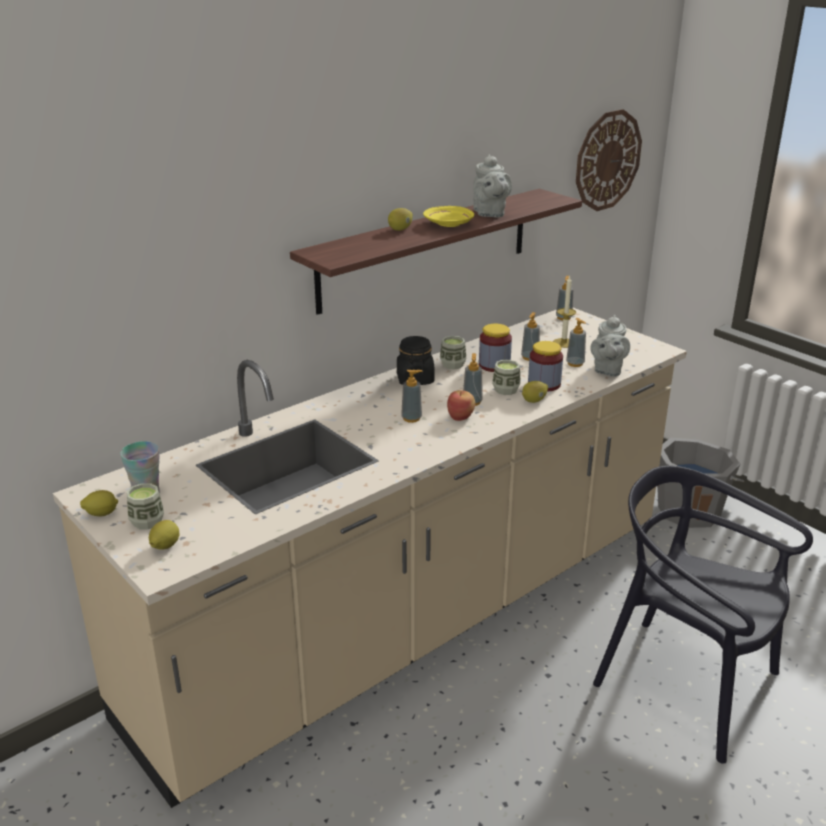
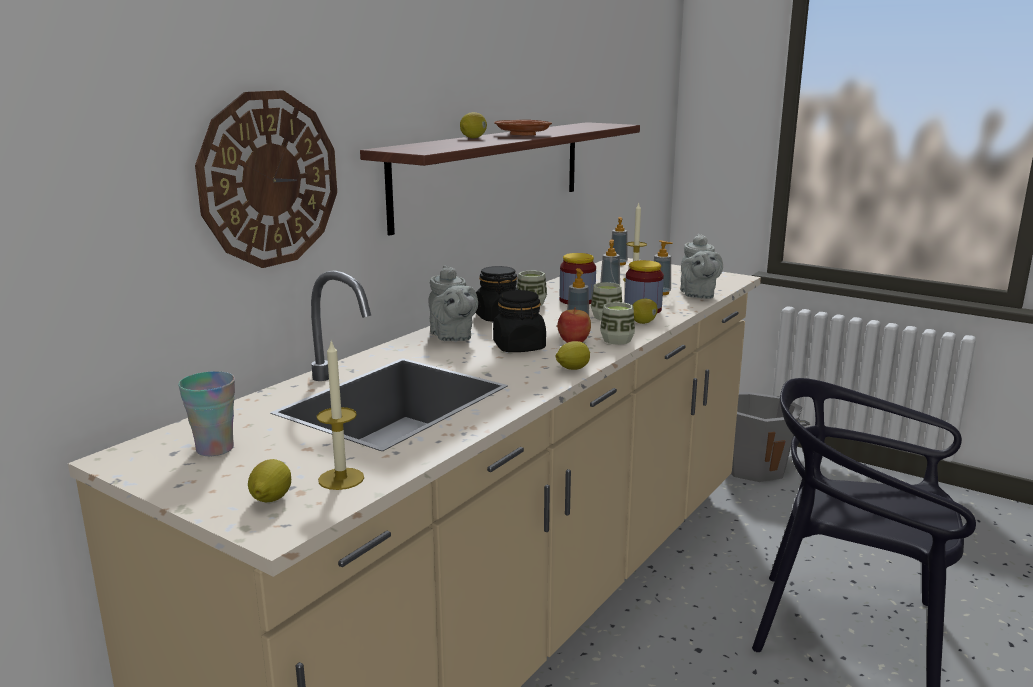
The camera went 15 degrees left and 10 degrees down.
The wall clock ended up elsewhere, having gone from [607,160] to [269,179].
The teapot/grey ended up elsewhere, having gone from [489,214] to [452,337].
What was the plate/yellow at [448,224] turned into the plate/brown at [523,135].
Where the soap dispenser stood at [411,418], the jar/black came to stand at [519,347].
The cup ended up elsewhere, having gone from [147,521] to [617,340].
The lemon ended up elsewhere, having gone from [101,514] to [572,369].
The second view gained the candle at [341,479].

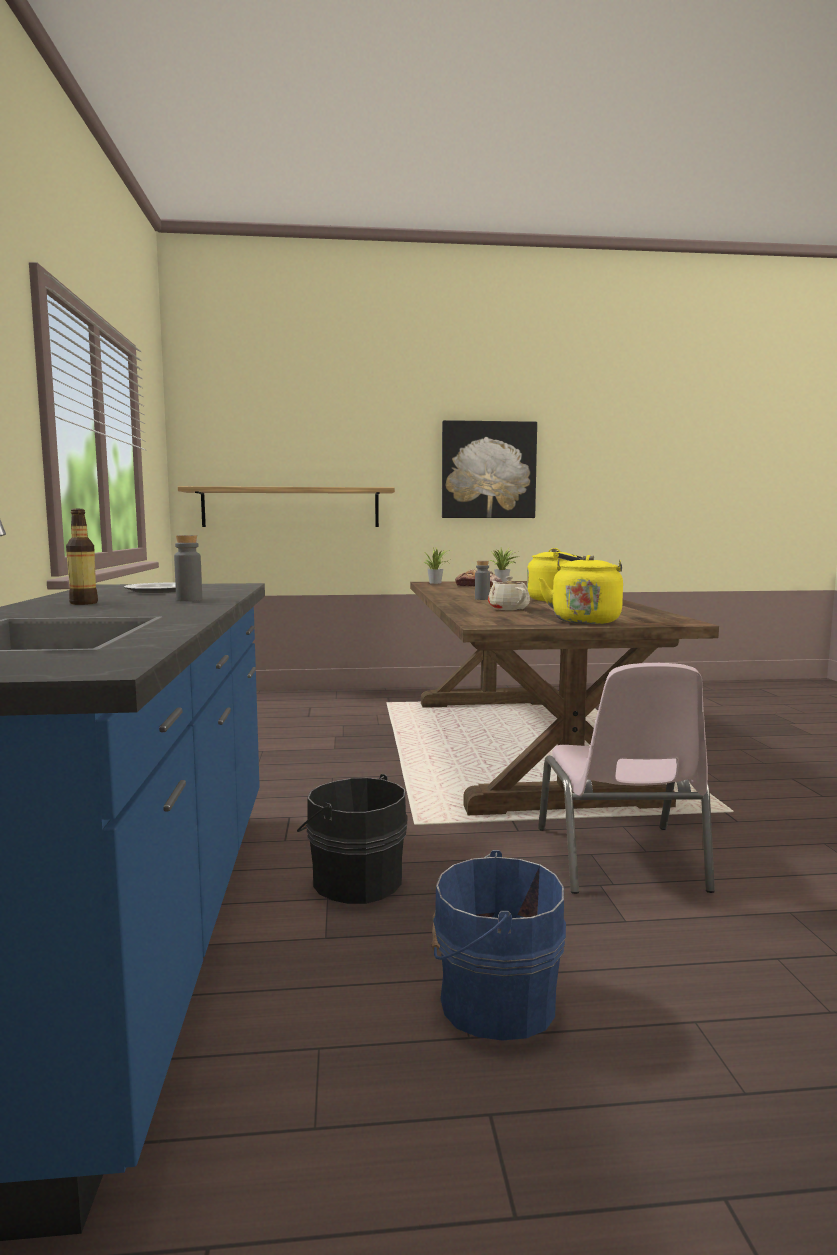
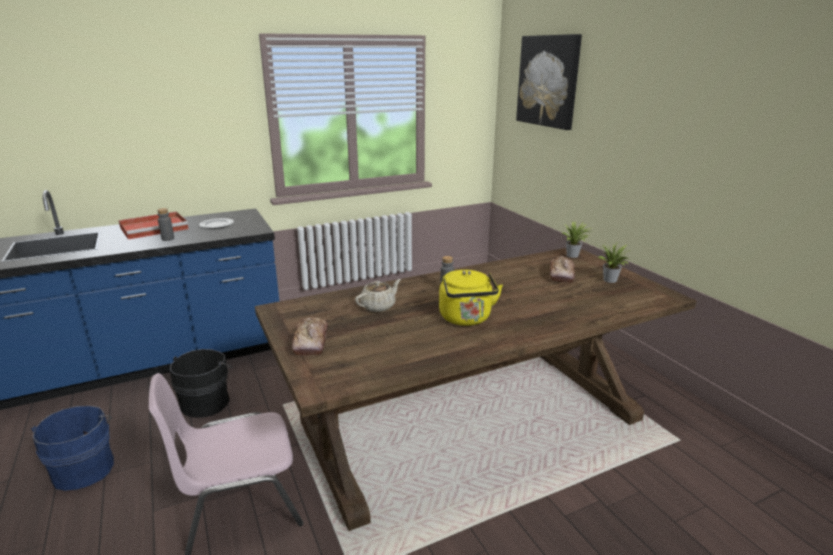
The camera went 70 degrees right and 15 degrees up.
The picture ended up elsewhere, having gone from [488,470] to [548,81].
The second view lost the shelf at [291,507].
Where the bottle stood at [84,603], the tray/red came to stand at [155,228].
Where the kettle/yellow stood at [585,620], the bread came to stand at [311,342].

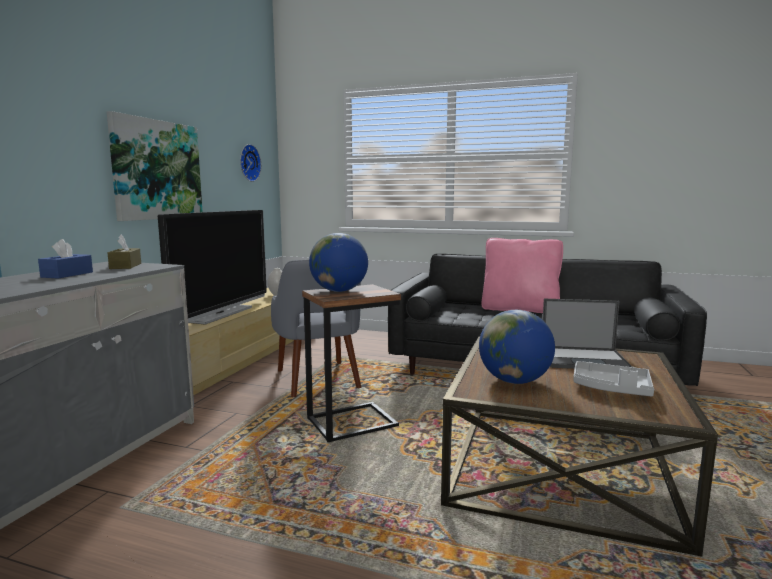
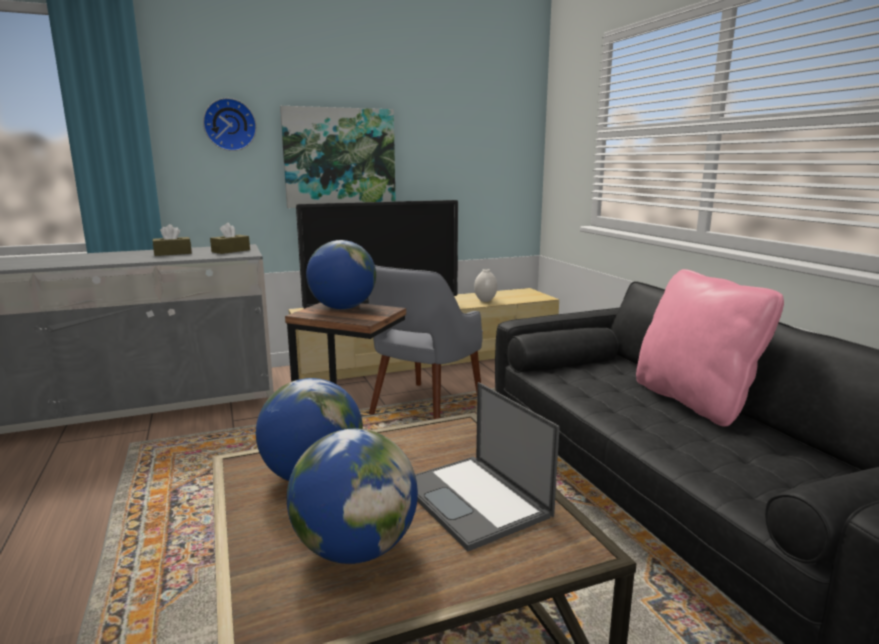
The camera went 50 degrees right and 5 degrees up.
The wall clock ended up elsewhere, having gone from [248,163] to [230,125].
What was the tissue box/blue at [67,274] turned into the tissue box/brown at [173,253].
Where the tray/grey stood at [611,388], the globe came to stand at [355,549].

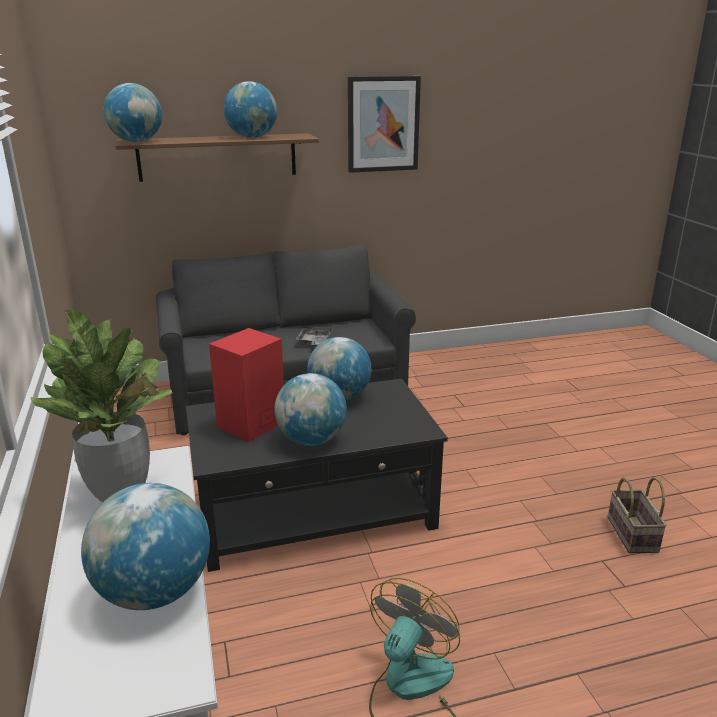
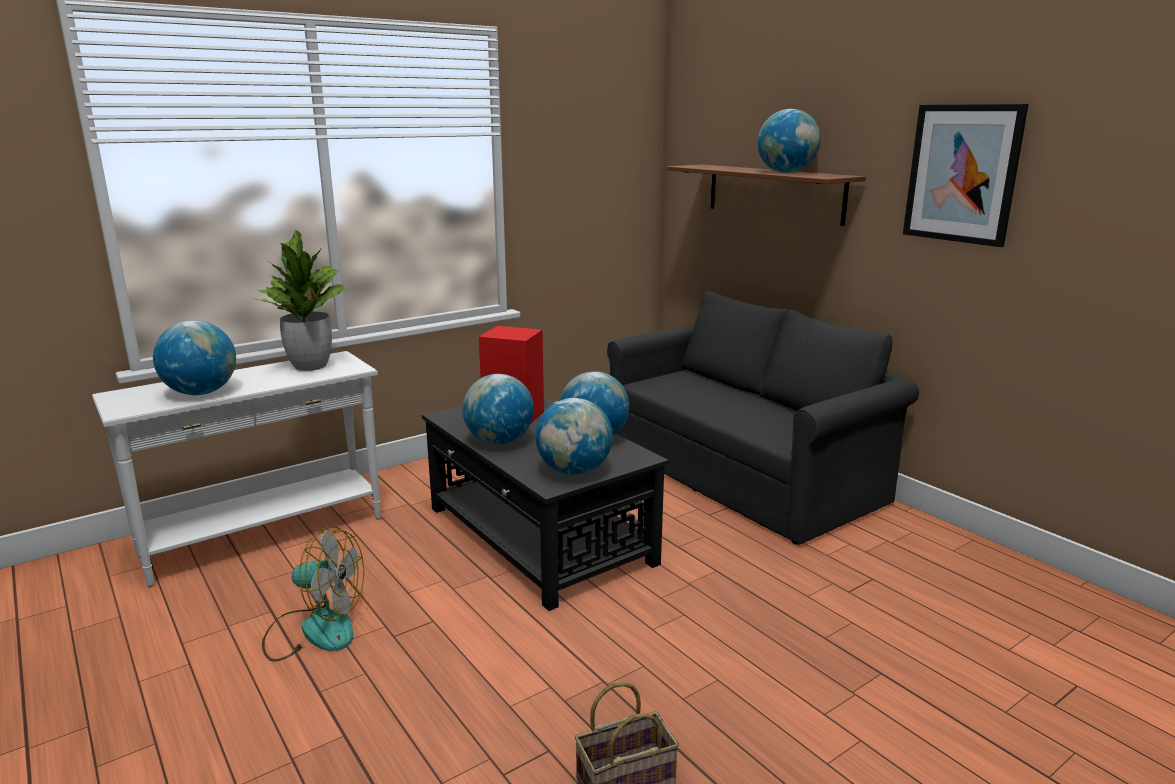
The camera went 70 degrees right and 5 degrees down.
The globe ended up elsewhere, having gone from [137,141] to [574,471].
The second view lost the tray/grey at [313,343].

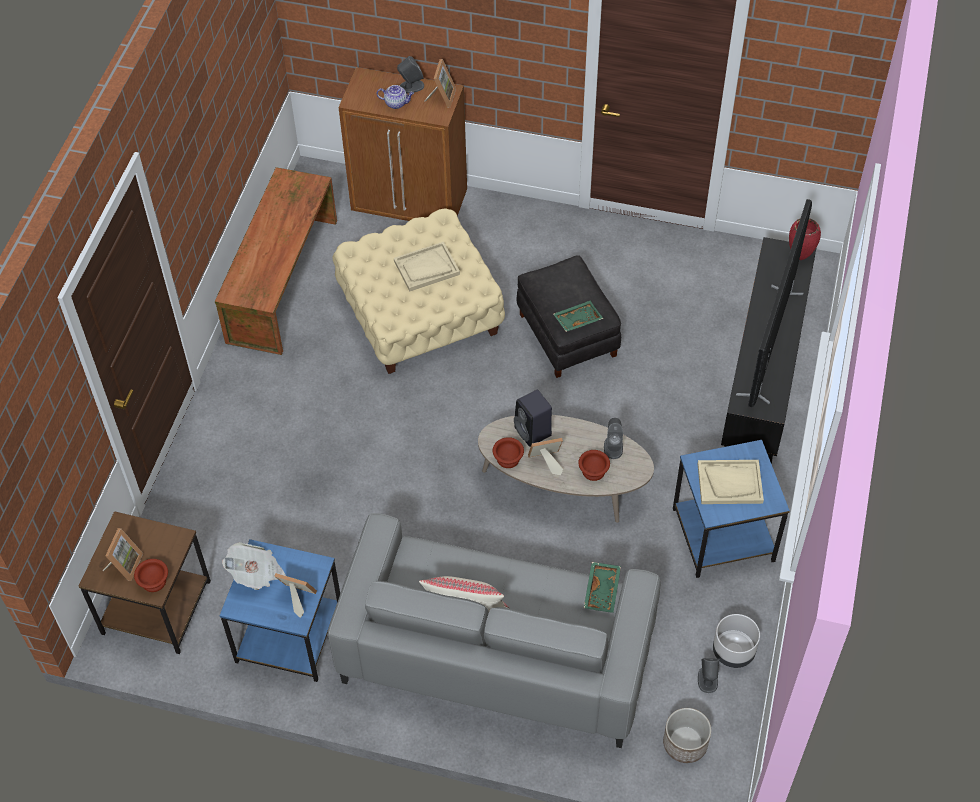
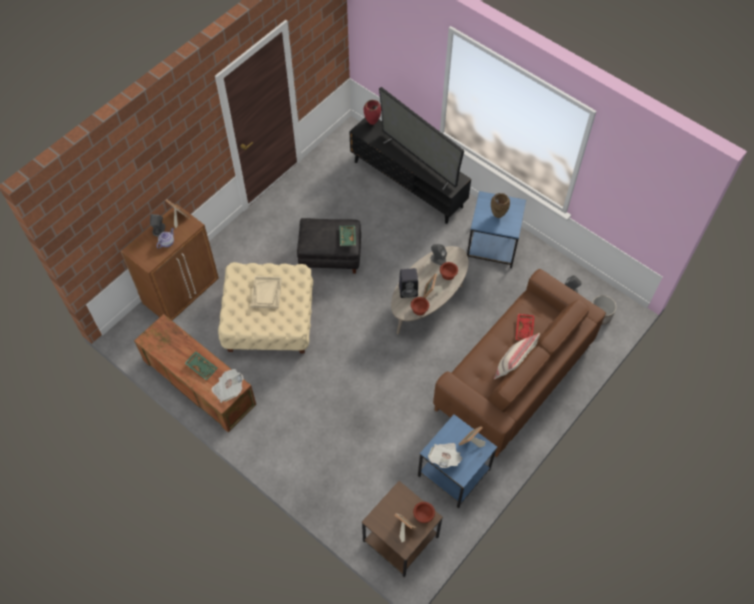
The camera went 65 degrees left and 5 degrees up.
Where the tray/beige stood at [730,483], the vase/brown came to stand at [498,215].
What was the sofa/grey at [495,656] turned into the sofa/brown at [514,376].
The tray/green ended up elsewhere, having gone from [603,591] to [202,367].
The second view lost the planter/grey at [733,651].
The second view gained the tray/red at [525,329].
The second view gained the newspaper at [228,389].

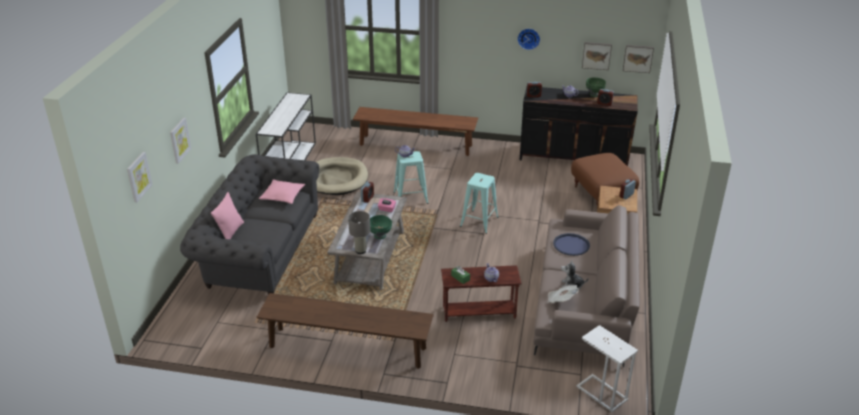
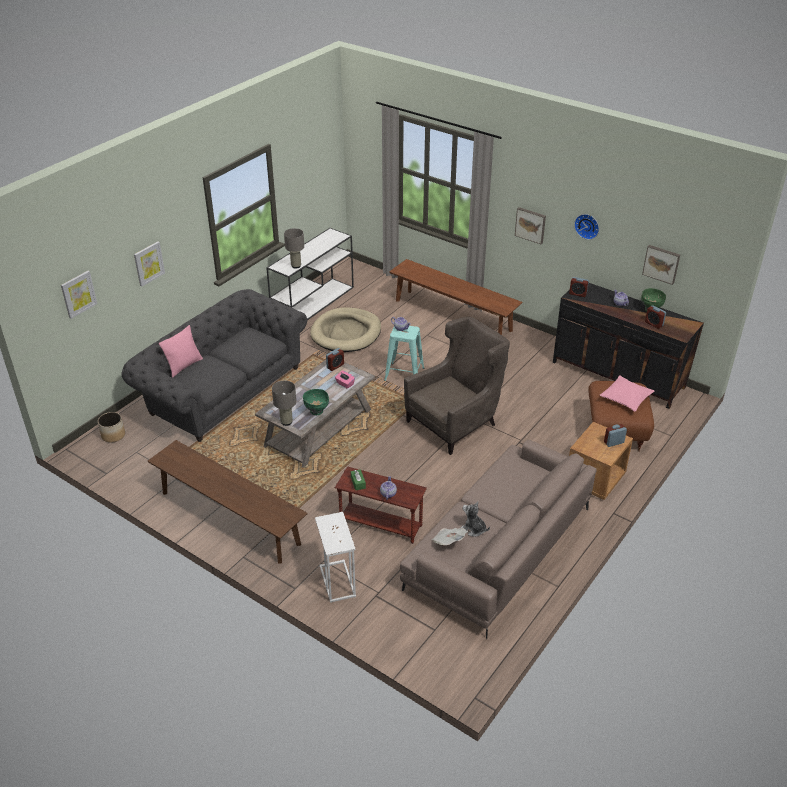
The camera went 25 degrees right and 5 degrees up.
The picture ended up elsewhere, having gone from [638,58] to [530,225].
Where the stool/turquoise stood at [479,222], the armchair/grey came to stand at [455,422].
The pillow/pink ended up elsewhere, having gone from [282,196] to [626,398].
The second view lost the tray/blue at [571,245].
The side table/white ended up elsewhere, having gone from [602,393] to [338,581].
The second view gained the table lamp/grey at [296,266].
The second view gained the planter at [113,435].

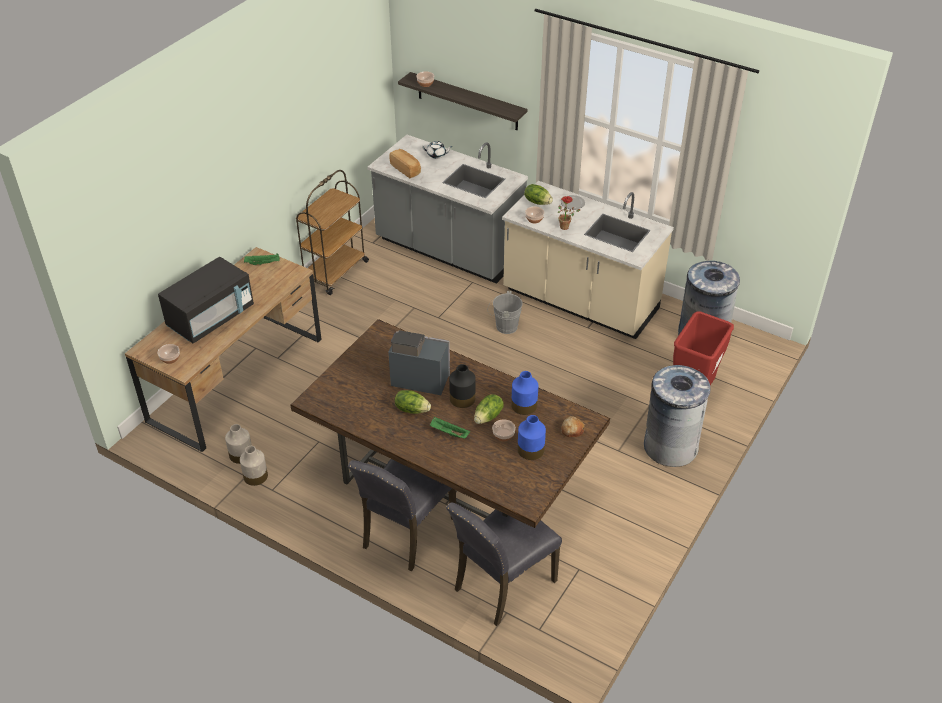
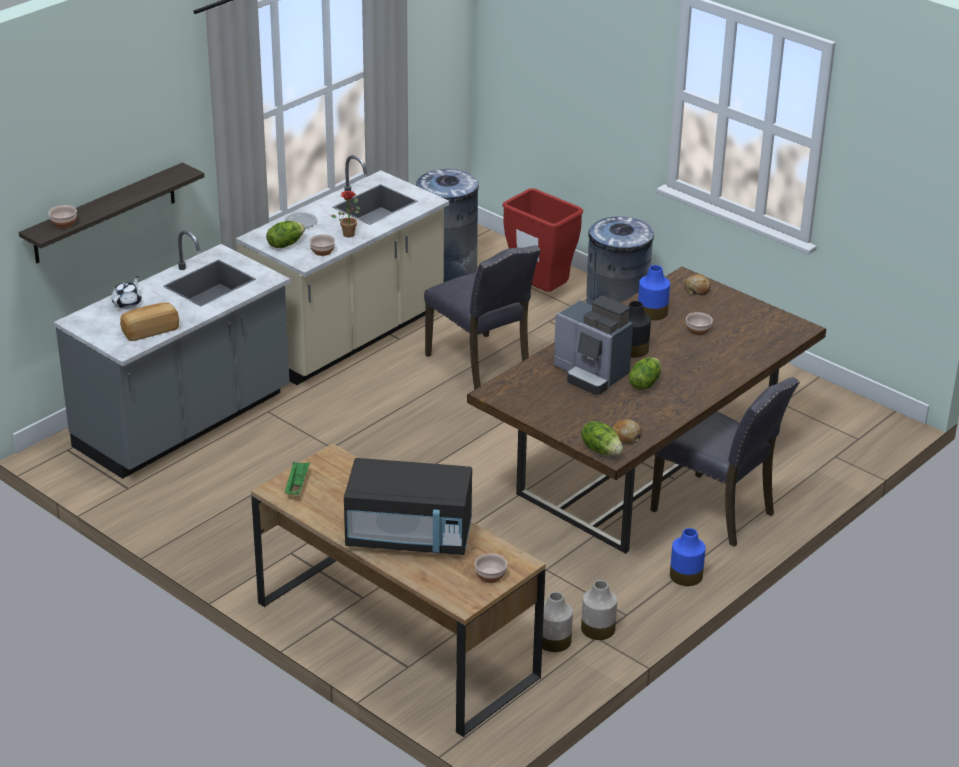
The camera went 80 degrees left and 10 degrees down.
The second view lost the cart/brown at [335,273].
The microwave/black at [211,318] ended up facing another way, 135 degrees clockwise from before.
The second view lost the bucket/grey at [504,326].
The coffee machine at [418,378] ended up facing another way, 75 degrees counterclockwise from before.
The lettuce ended up elsewhere, having gone from [488,416] to [601,450].
The vase/blue ended up elsewhere, having gone from [530,449] to [685,575].
The second view lost the tray/green at [448,433].
The chair/grey ended up elsewhere, having gone from [502,585] to [481,365].
The second view gained the bread at [626,437].

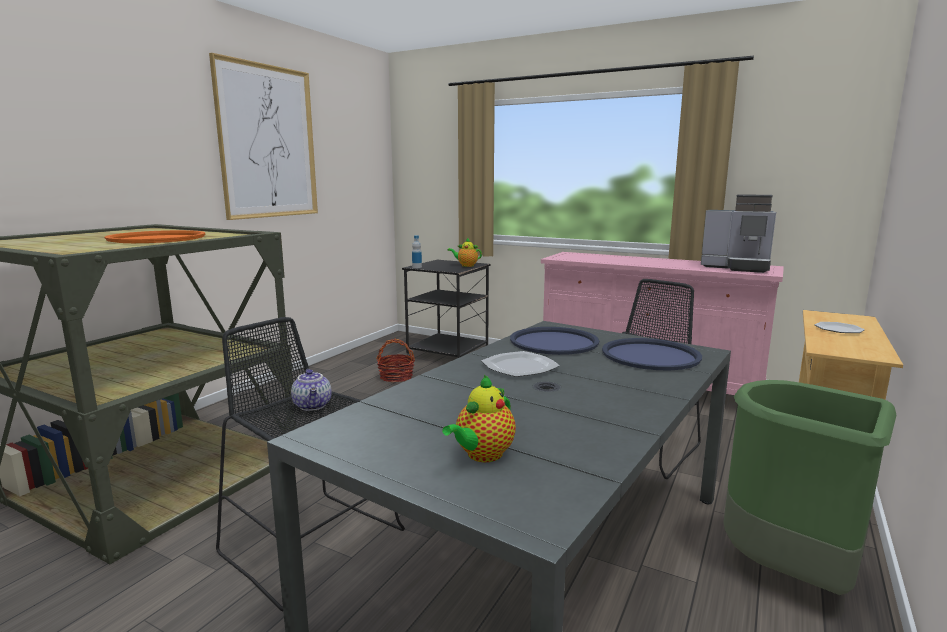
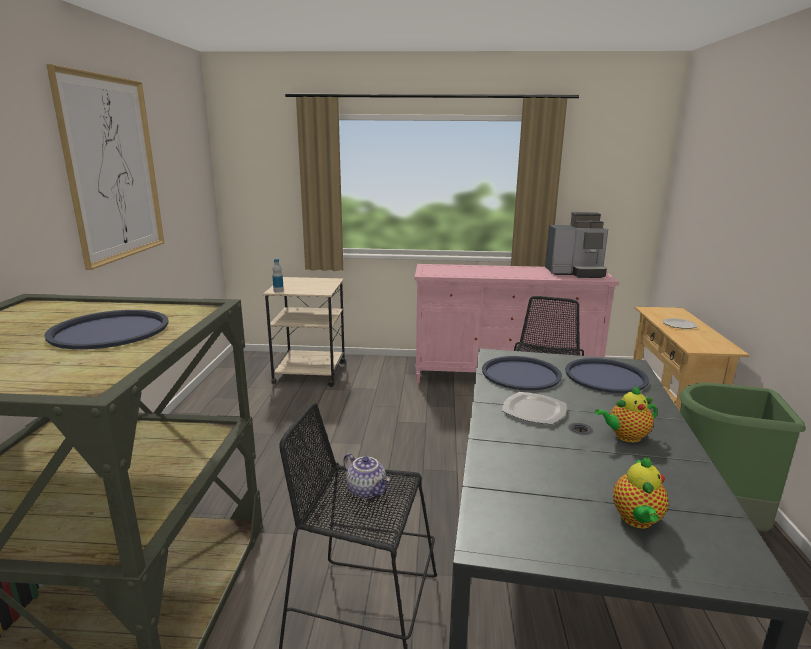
The camera went 25 degrees left and 5 degrees up.
What was the tray/orange at [157,238] turned into the tray/blue at [110,331].
The teapot ended up elsewhere, having gone from [466,265] to [625,436].
What was the cart/black at [449,355] turned into the cart/beige at [311,373].
The second view lost the basket at [396,377].

